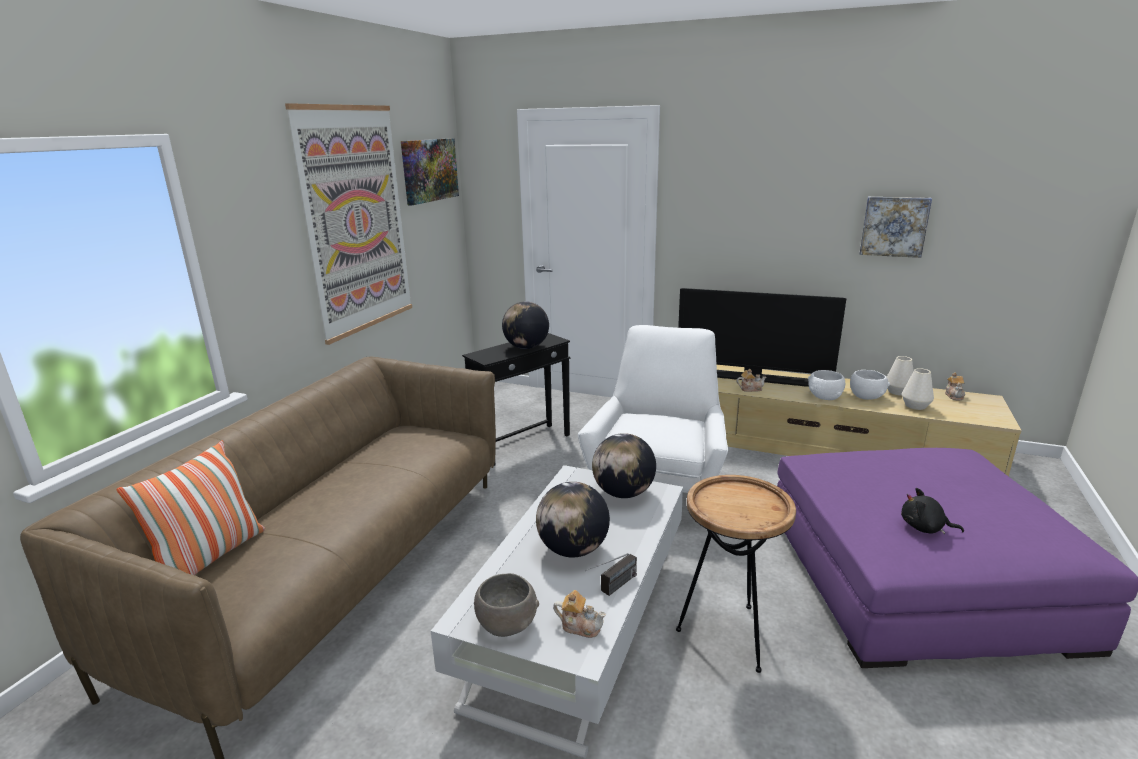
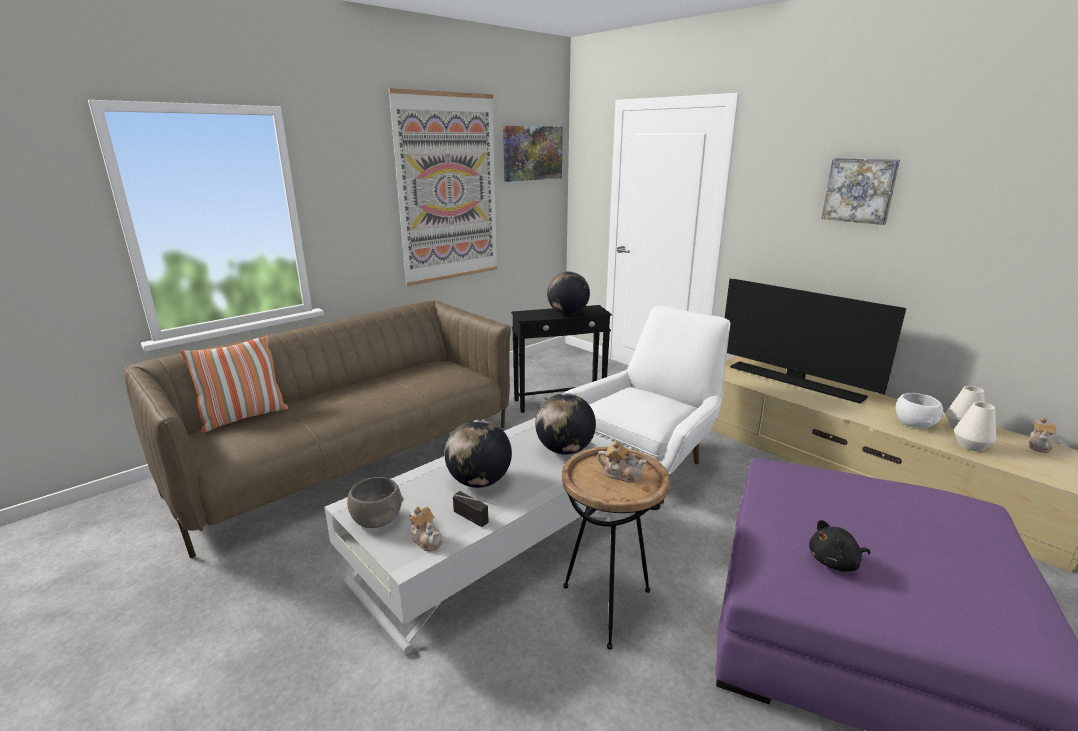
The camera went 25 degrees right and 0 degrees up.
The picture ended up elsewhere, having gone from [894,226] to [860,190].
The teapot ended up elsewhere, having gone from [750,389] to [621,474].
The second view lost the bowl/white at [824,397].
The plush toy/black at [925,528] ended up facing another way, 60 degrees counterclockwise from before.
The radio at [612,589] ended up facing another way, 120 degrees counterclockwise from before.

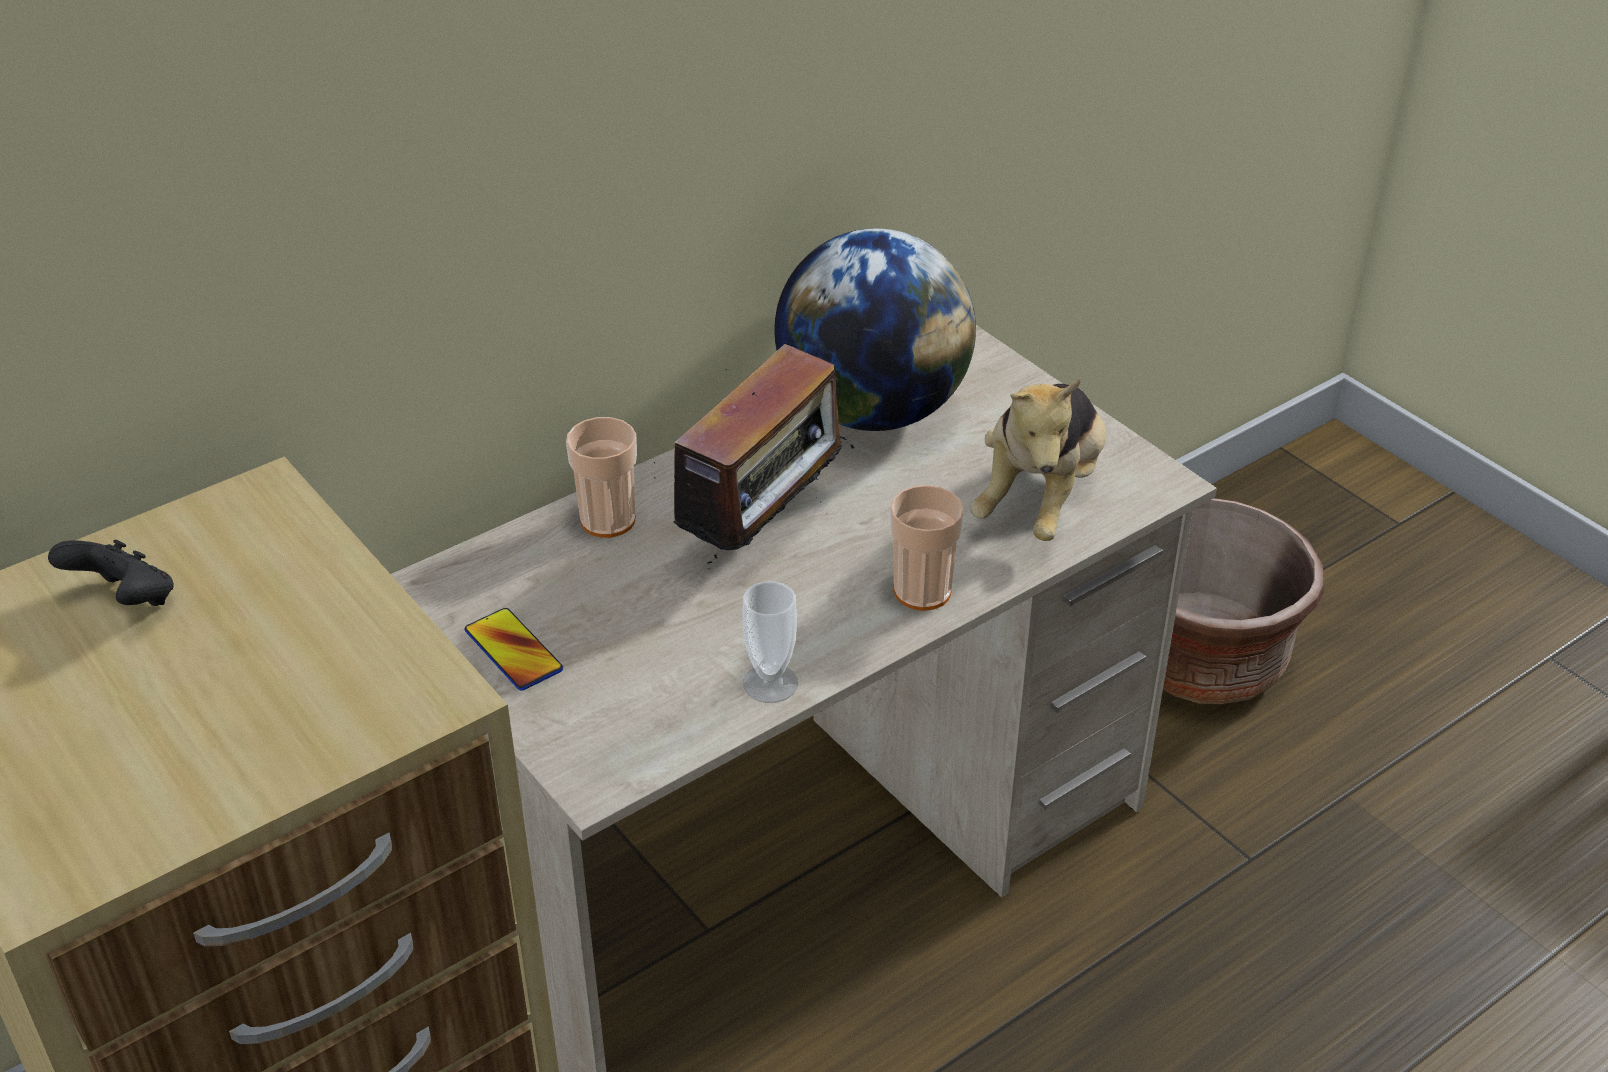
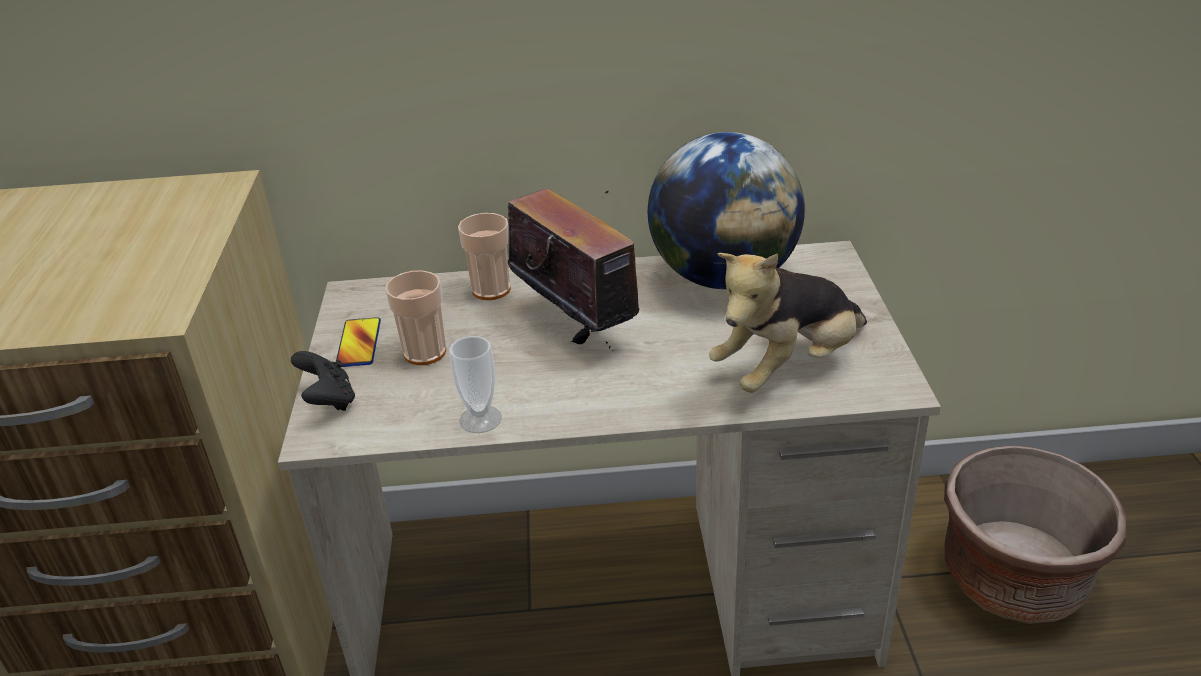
The camera went 35 degrees right and 5 degrees down.
The radio at [764,531] ended up facing another way, 105 degrees counterclockwise from before.
The cup ended up elsewhere, having gone from [922,591] to [425,353].
The game controller/black ended up elsewhere, having gone from [126,601] to [329,401].

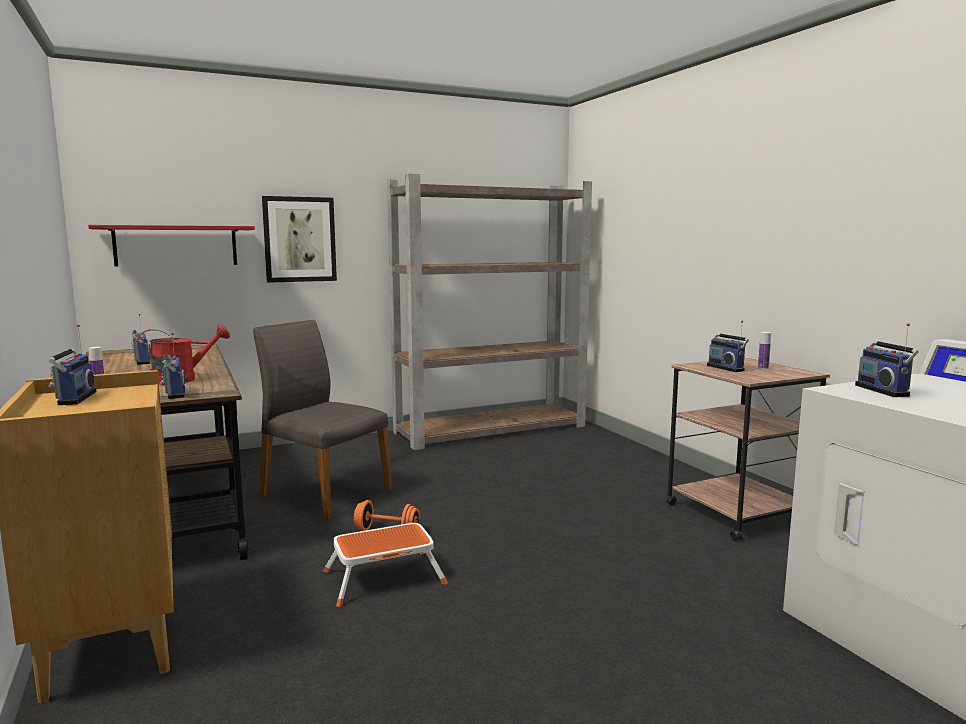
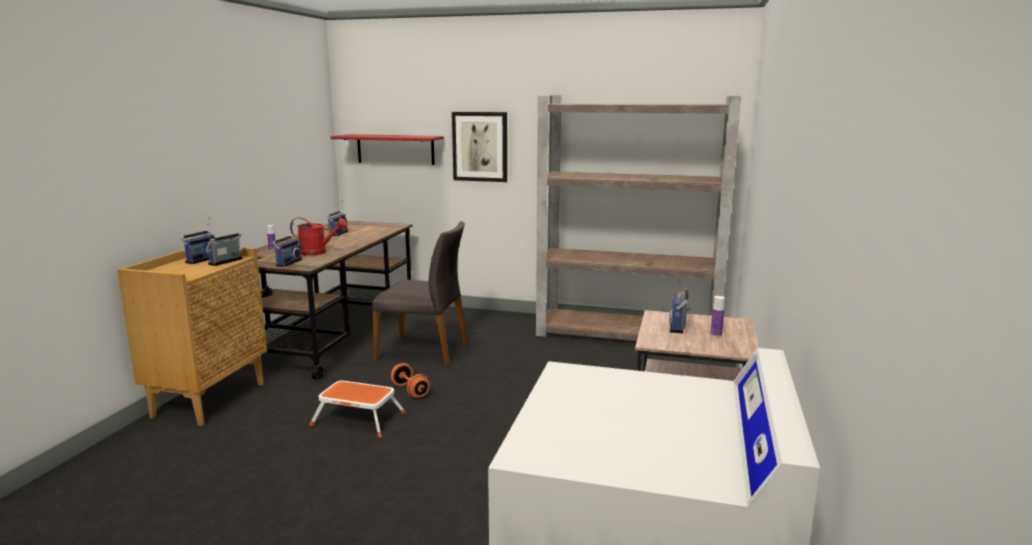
The camera went 40 degrees right and 5 degrees up.
The chair/grey at [323,493] ended up facing another way, 120 degrees clockwise from before.
The radio ended up elsewhere, having gone from [884,390] to [227,262].

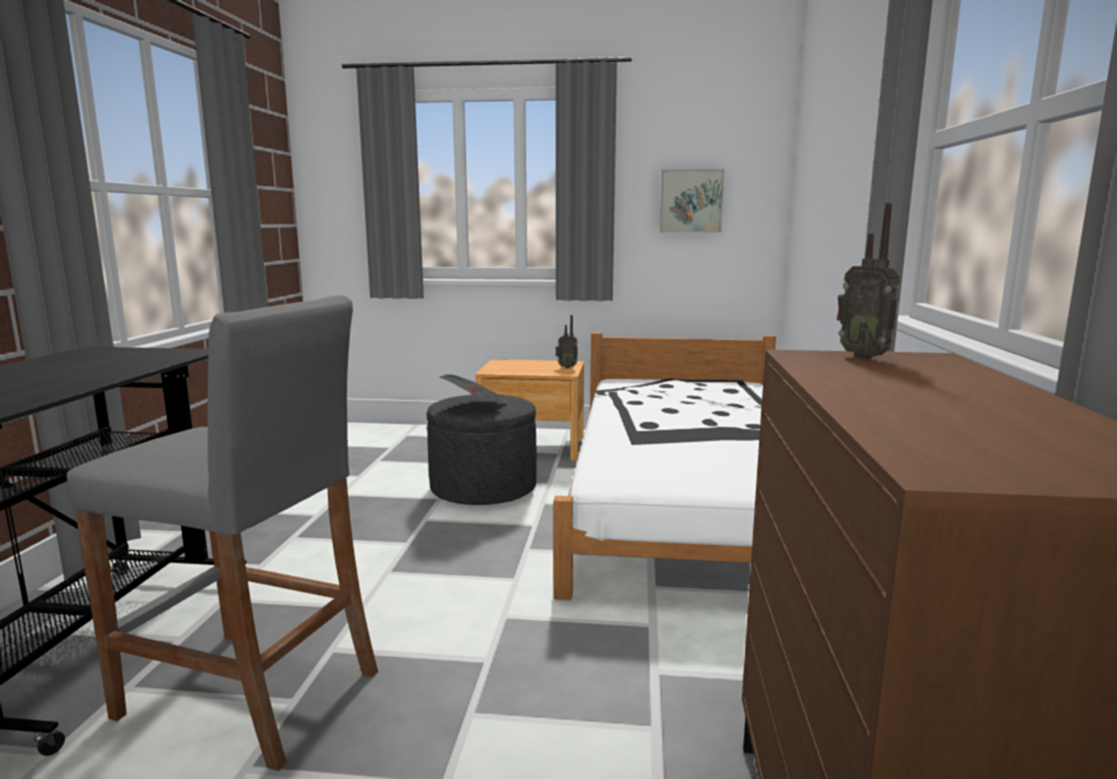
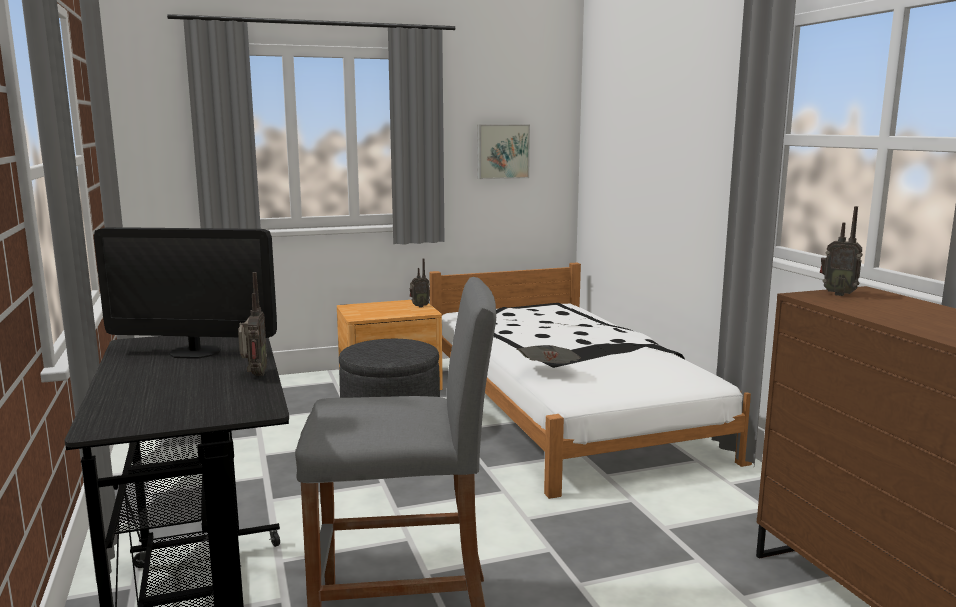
The camera went 25 degrees left and 0 degrees up.
The newspaper ended up elsewhere, having gone from [476,407] to [549,372].
The second view gained the monitor at [195,352].
The second view gained the radio at [254,375].

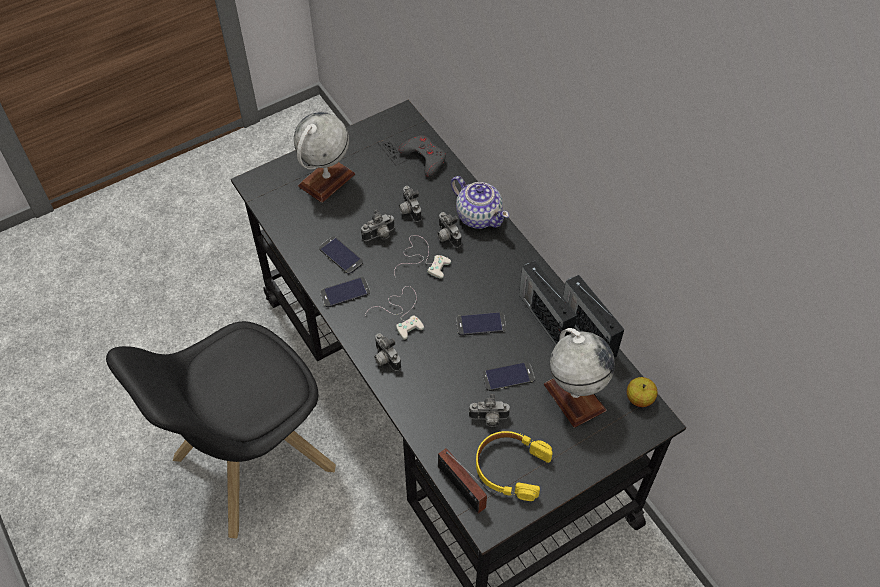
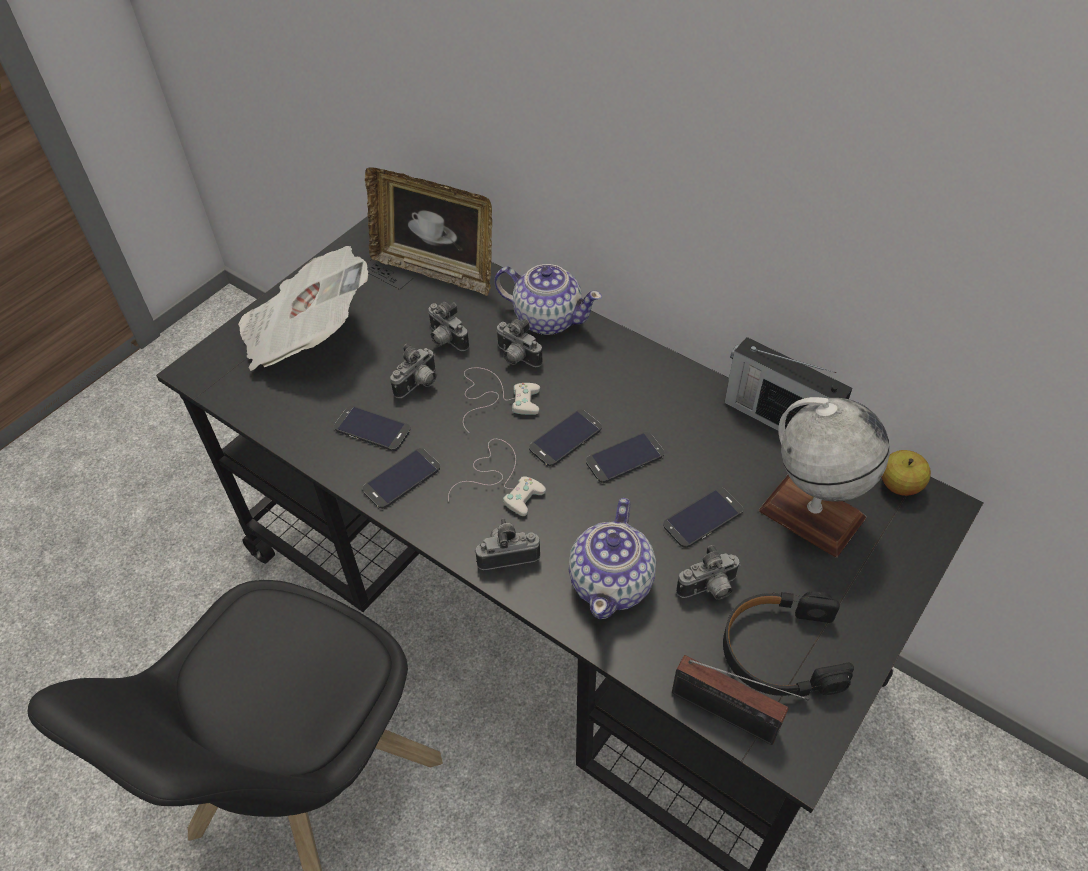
The camera went 20 degrees left and 5 degrees down.
Where the globe stood at [326,180], the newspaper came to stand at [306,335].
Where the game controller/grey stood at [424,158], the picture frame came to stand at [435,269].
The second view lost the radio at [544,317].
The photo camera at [384,359] ended up facing another way, 135 degrees clockwise from before.
What was the headphones/yellow at [510,467] turned into the headphones/black at [780,651].
The second view gained the phone at [565,438].
The second view gained the teapot at [612,582].

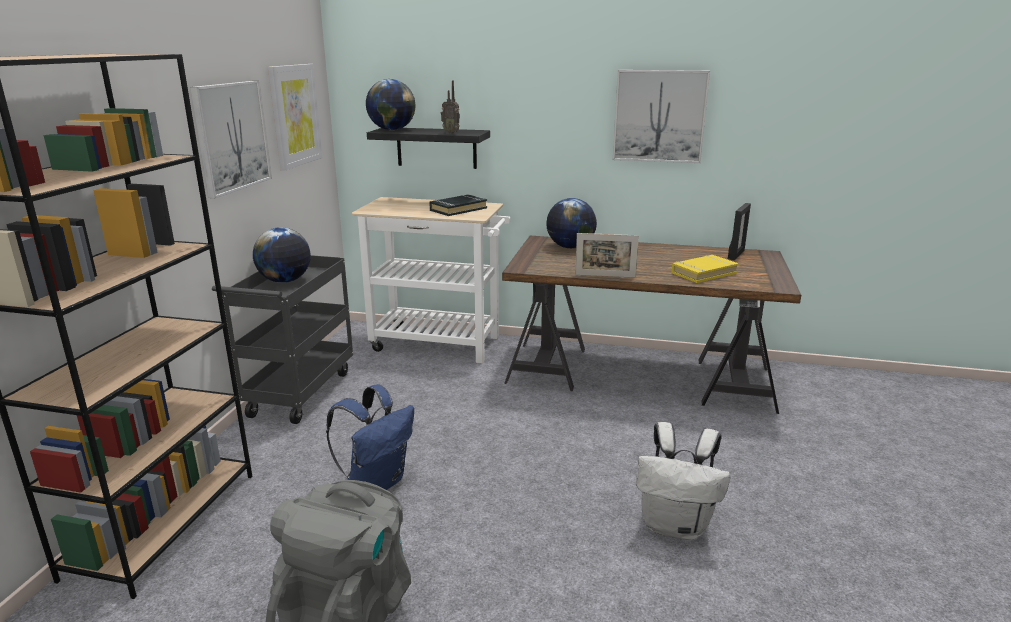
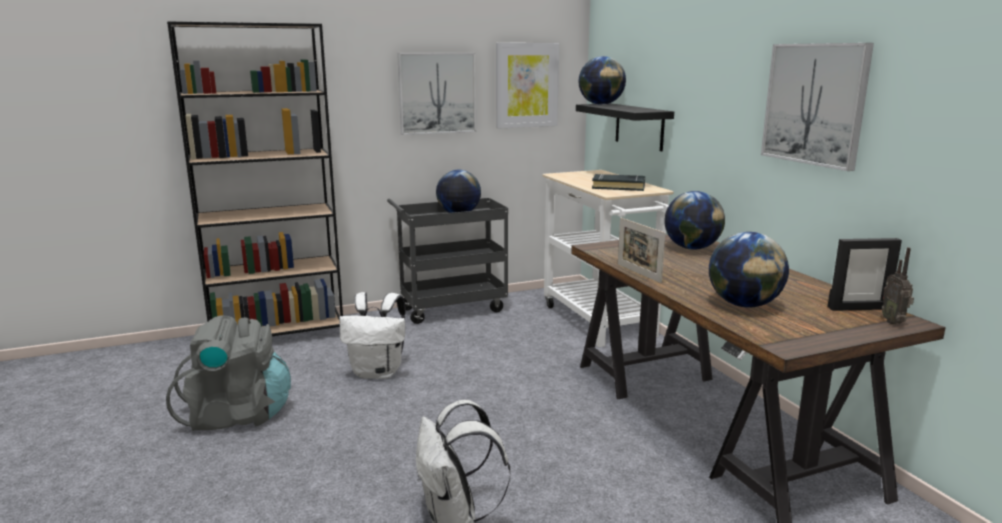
The camera went 55 degrees right and 5 degrees down.
The radio ended up elsewhere, having gone from [451,133] to [894,322].
Where the book/yellow stood at [703,273], the globe came to stand at [744,305].
What was the backpack/blue at [377,482] turned into the backpack/white at [378,372].

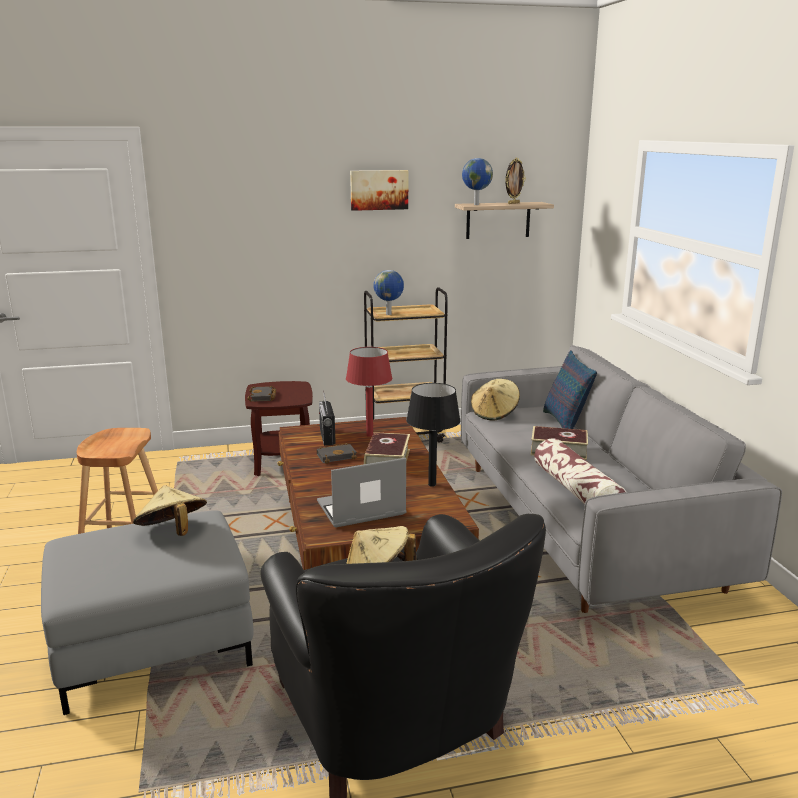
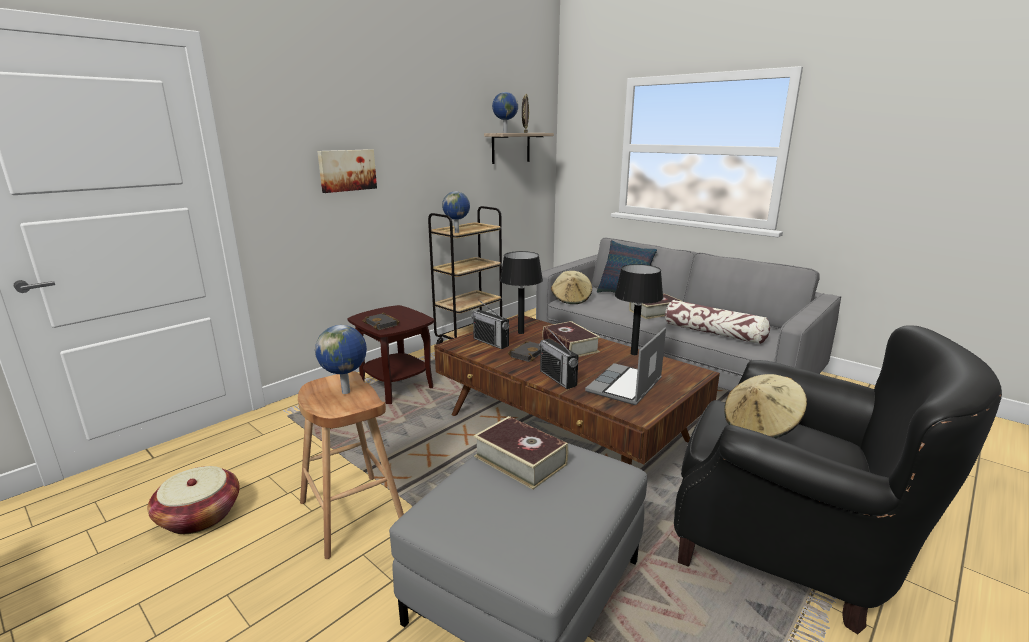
The camera went 35 degrees left and 0 degrees up.
The picture ended up elsewhere, having gone from [379,190] to [347,170].
What was the table lamp/red at [370,435] turned into the table lamp/black at [521,332].
Where the hat/beige stood at [172,532], the book came to stand at [520,460].
The second view gained the globe at [347,392].
The second view gained the radio at [558,378].
The second view gained the basket at [200,516].

